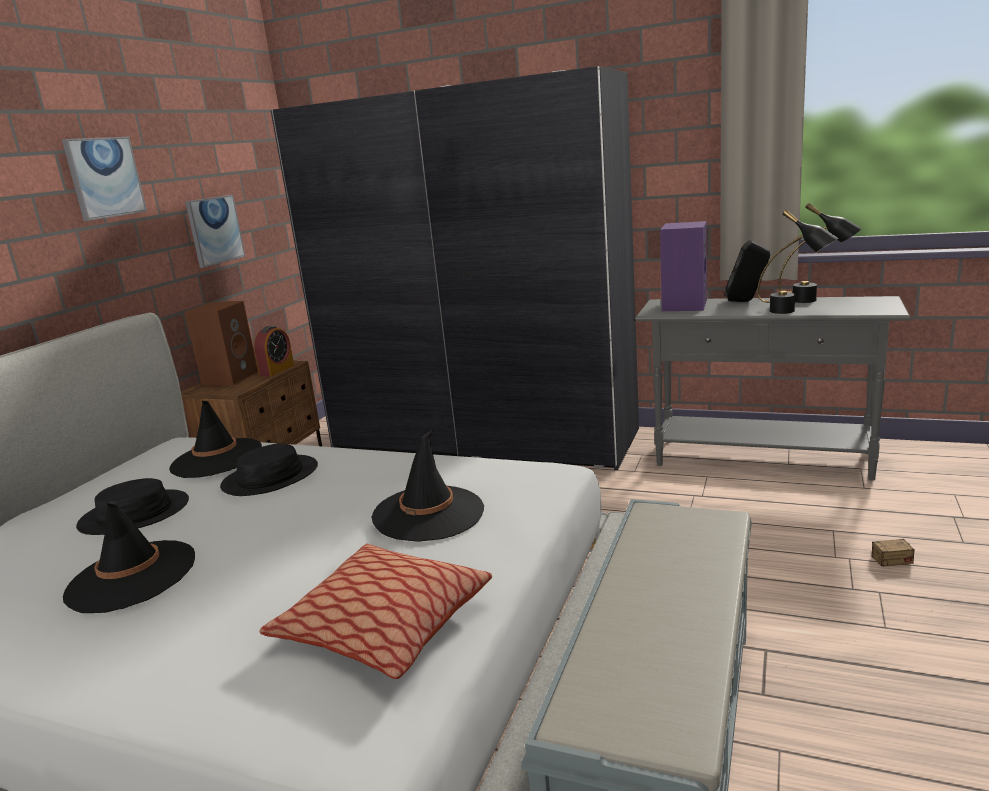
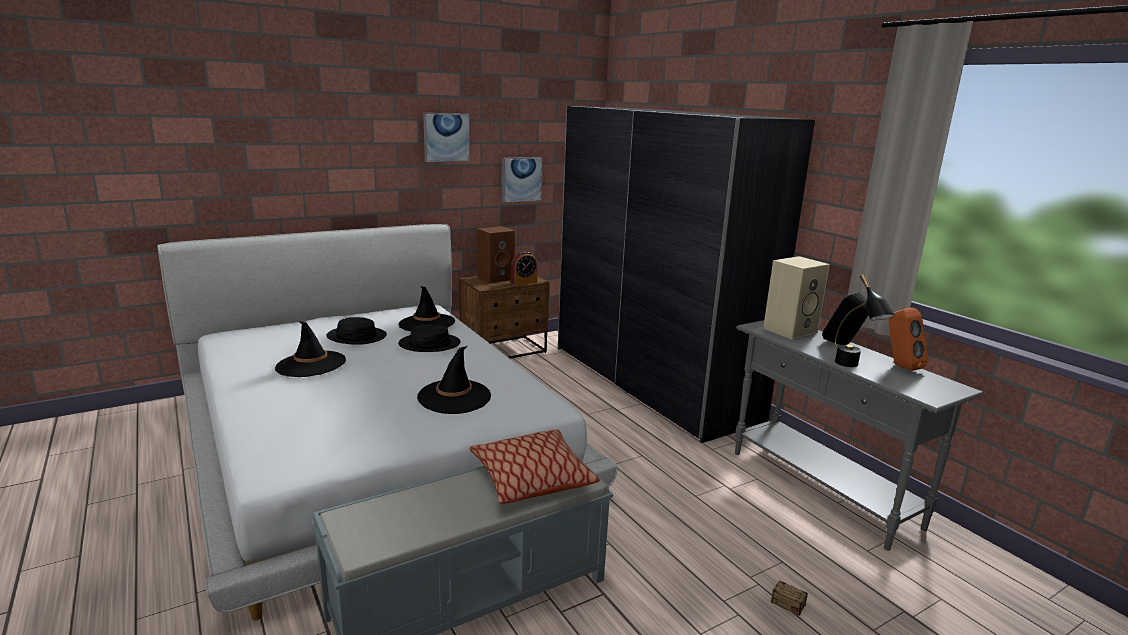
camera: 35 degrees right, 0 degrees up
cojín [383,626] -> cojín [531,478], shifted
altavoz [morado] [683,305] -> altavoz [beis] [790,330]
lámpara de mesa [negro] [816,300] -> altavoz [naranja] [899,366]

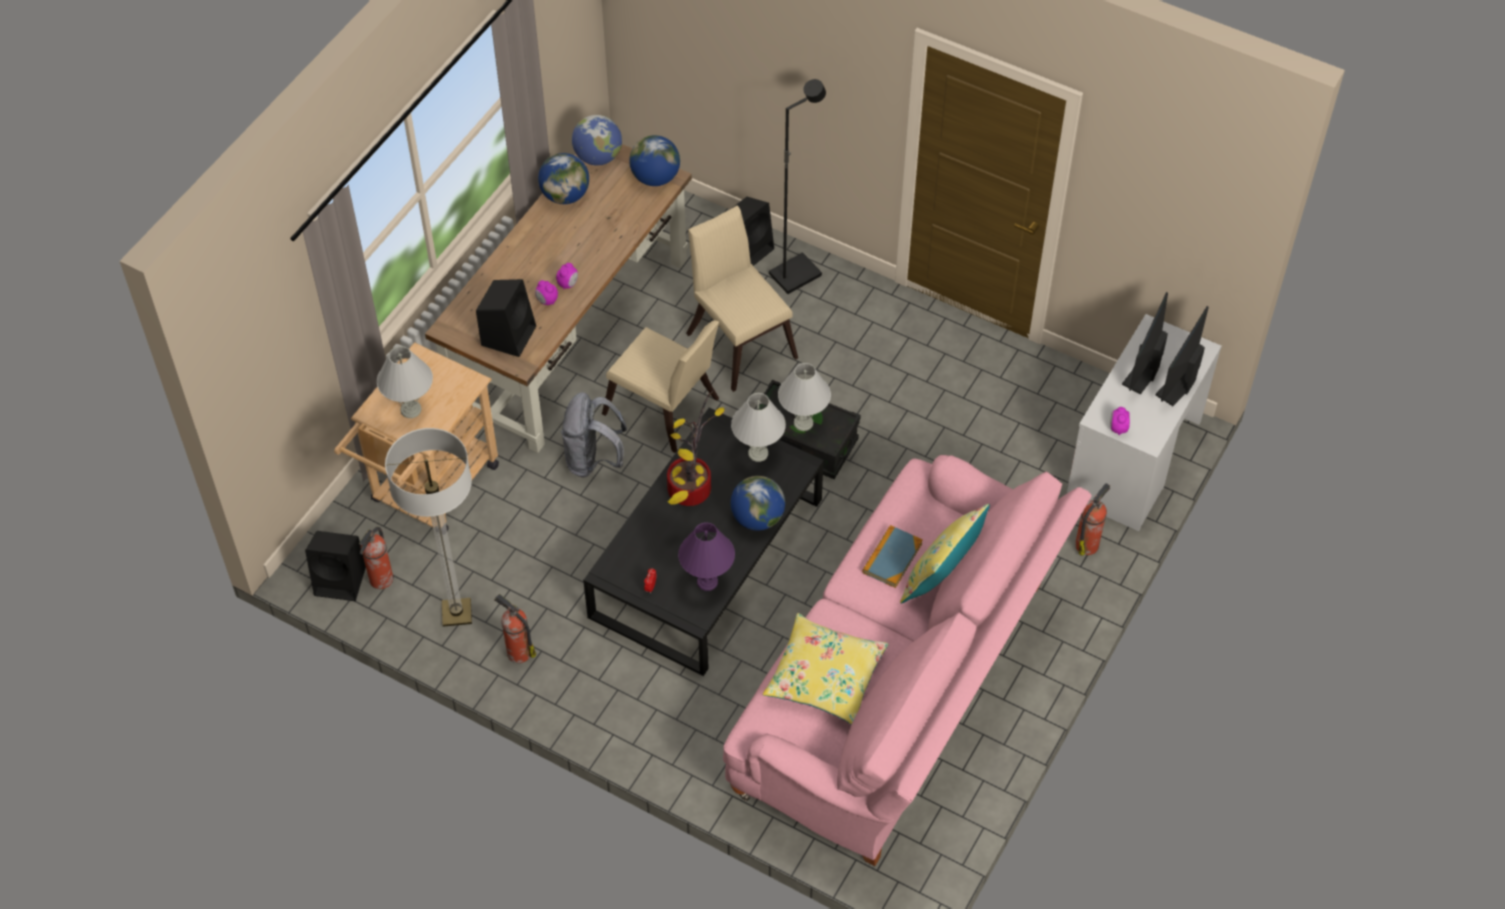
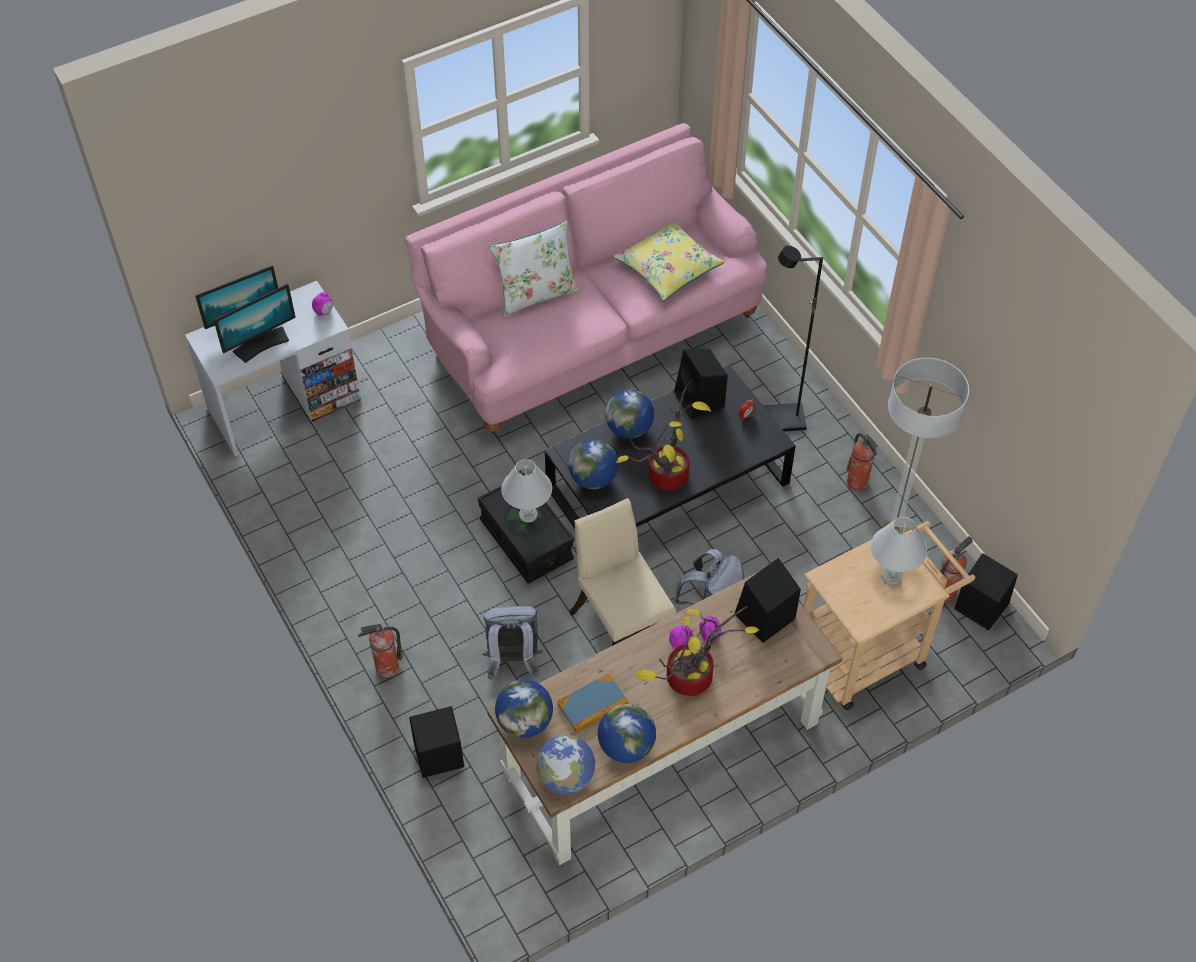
camera: 150 degrees left, 0 degrees up
extintor [1087,544] -> extintor [385,668], shifted
silla [beis] [739,340] -> mochila [gris] [513,661]
cojín [amarillo] [941,578] -> cojín [blanco] [536,294]
libro [892,558] -> libro [592,705], shifted
lámpara de mesa [blanco] [757,453] -> globo terráqueo [593,478]
none -> planta en maceta [688,681]
lámpara de mesa [morado] [706,582] -> altavoz [negro] [700,400]
lámpara de pie [negro] [795,274] -> lámpara de pie [negro] [783,420], shifted

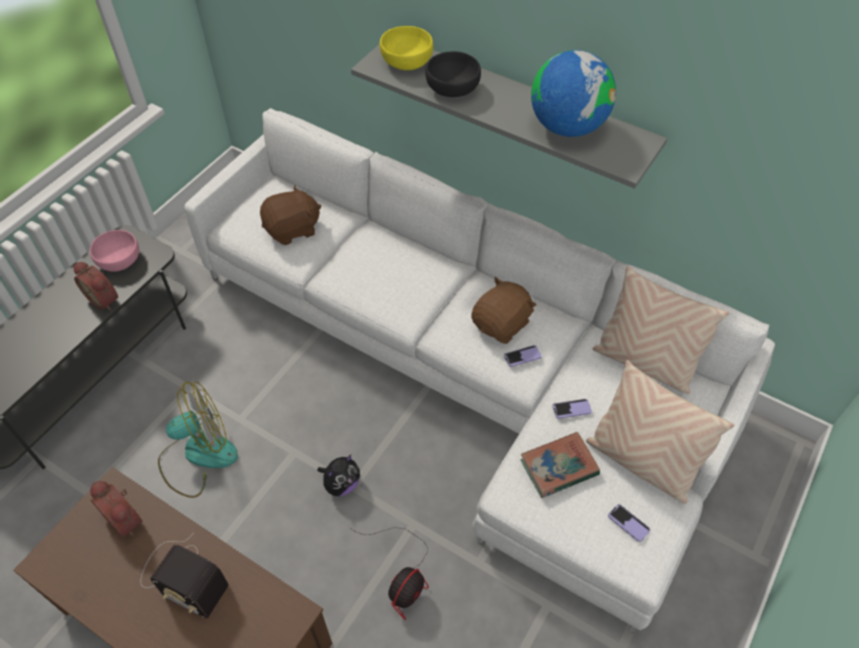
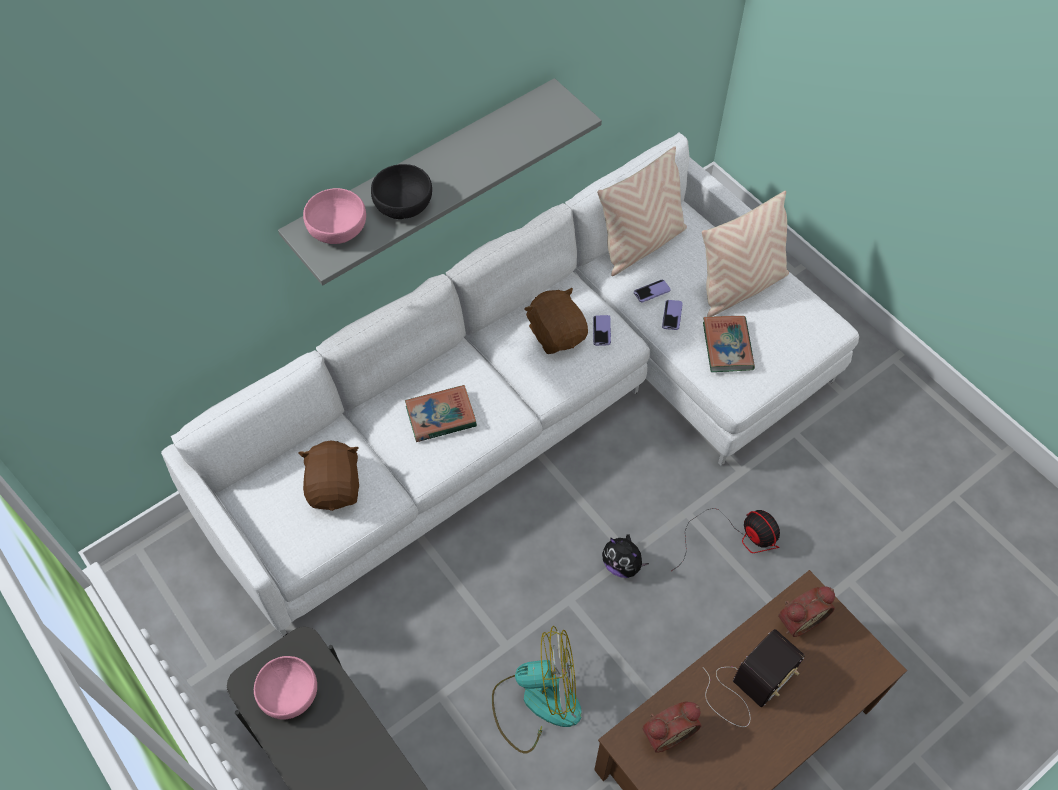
camera: 70 degrees left, 5 degrees up
cuenco [amarillo] [407,62] -> cuenco [rosa] [338,229]
none -> libro [441,416]
ventilador [198,455] -> ventilador [537,701], 90 degrees clockwise
peluche [341,484] -> peluche [622,564], 150 degrees clockwise
móvil [628,523] -> móvil [651,291], shifted
despertador [105,299] -> despertador [799,618], shifted
globo terráqueo [567,127] -> none

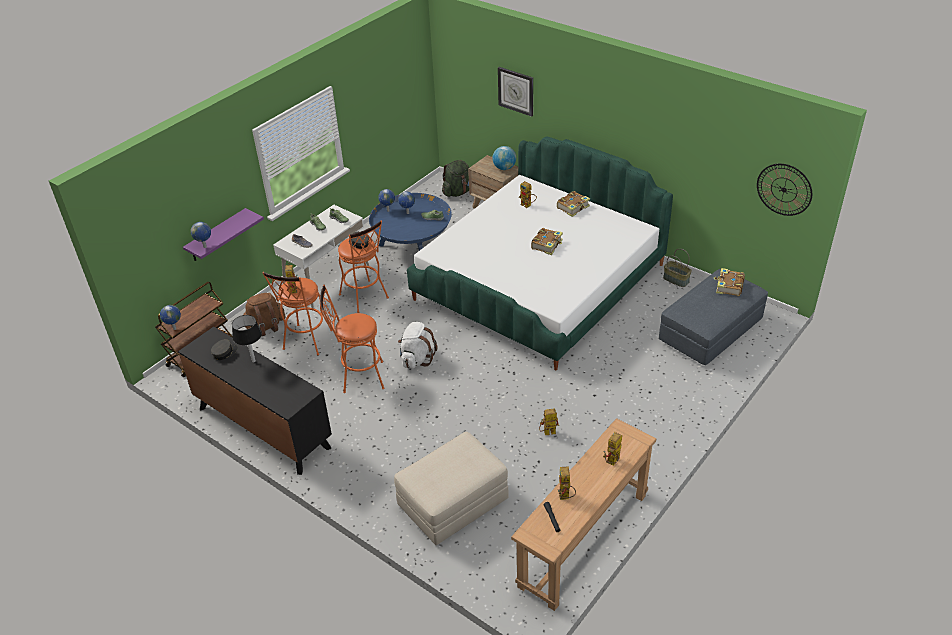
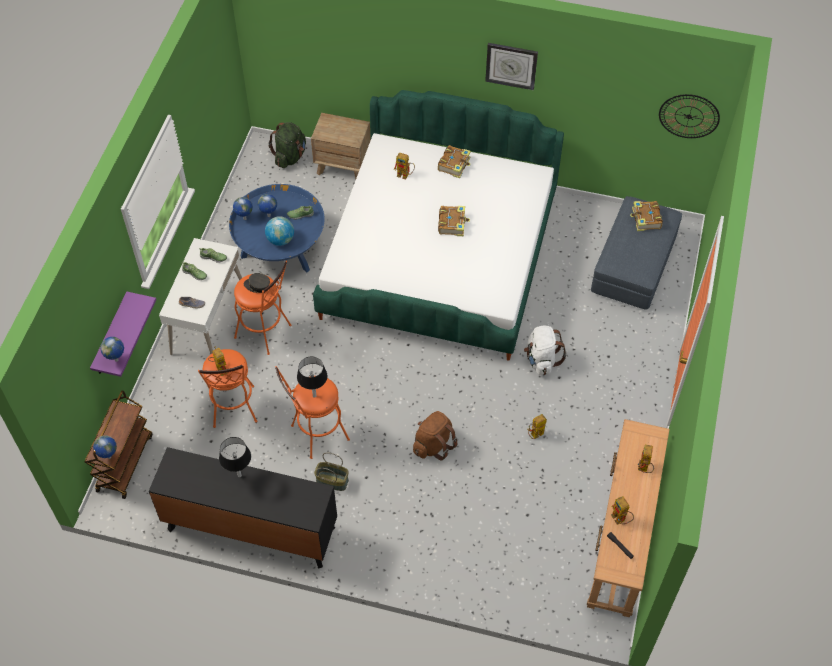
camera: 25 degrees left, 15 degrees up
globo terráqueo [504,168] -> globo terráqueo [280,240], shifted
none -> lámpara de mesa [negro] [314,396]
cesta [676,280] -> cesta [332,480], shifted
mochila [marrón] [266,326] -> mochila [marrón] [433,445], shifted
reloj de pared [516,91] -> reloj de pared [511,65], shifted
mochila [blanco] [416,359] -> mochila [blanco] [541,360], shifted
gorra [gris] [225,353] -> none
puf [beis] [452,503] -> none

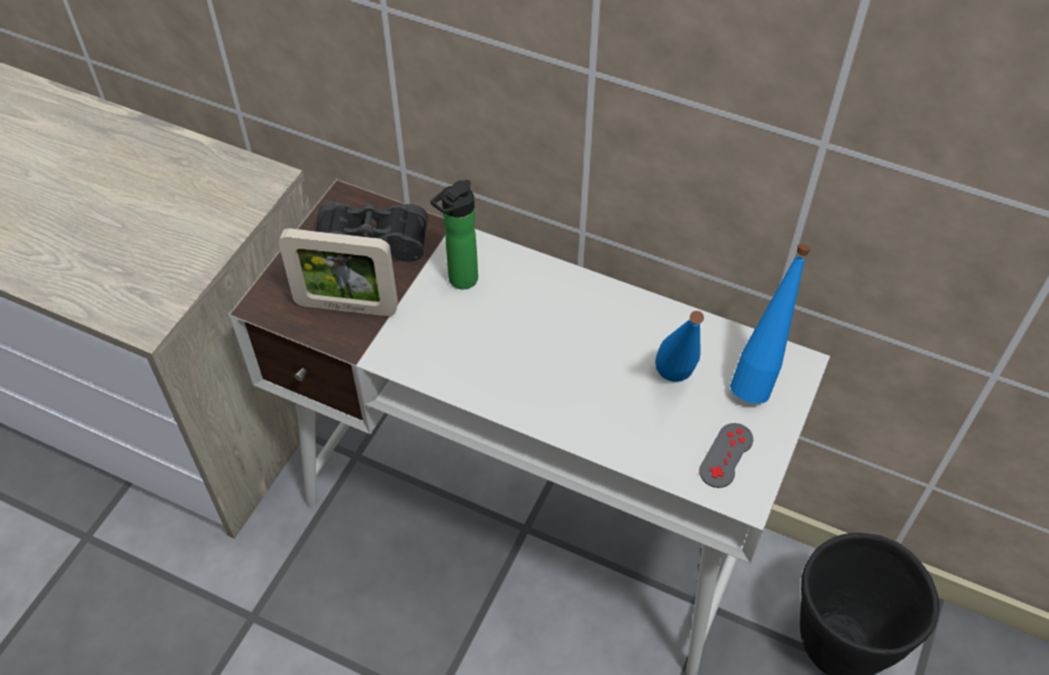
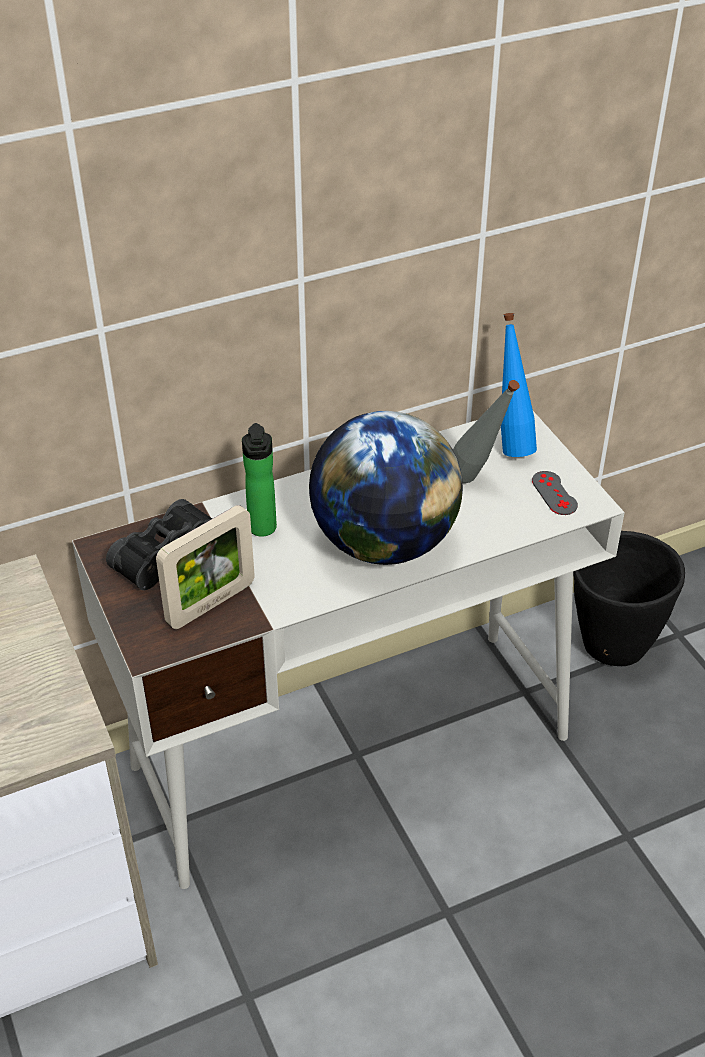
camera: 50 degrees left, 10 degrees down
none -> globo terráqueo [384,542]
botella [azul] [675,386] -> botella [gris] [476,482]

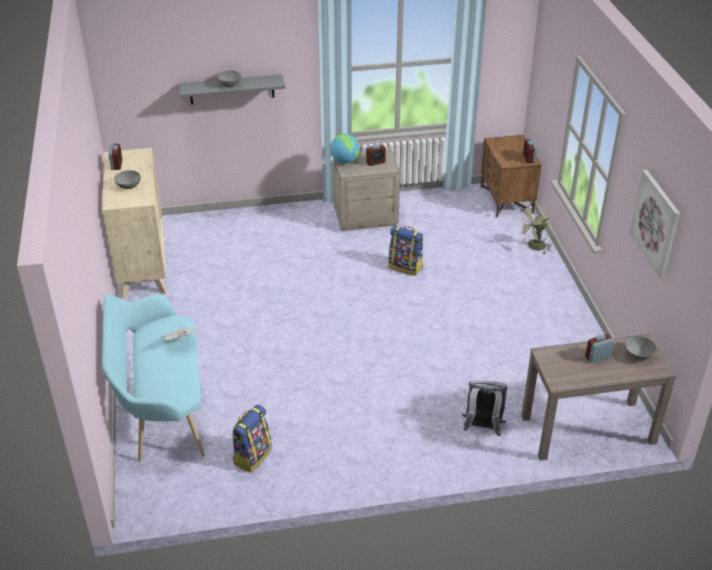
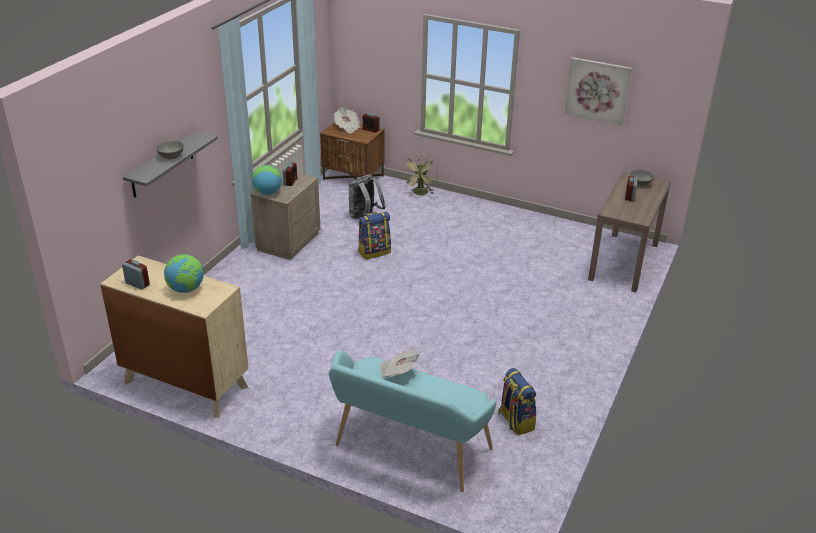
camera: 55 degrees left, 5 degrees down
cuenco [gris] [128,186] -> globo terráqueo [186,289]
none -> periódico [347,127]
mochila [gris] [482,428] -> mochila [gris] [364,217], shifted

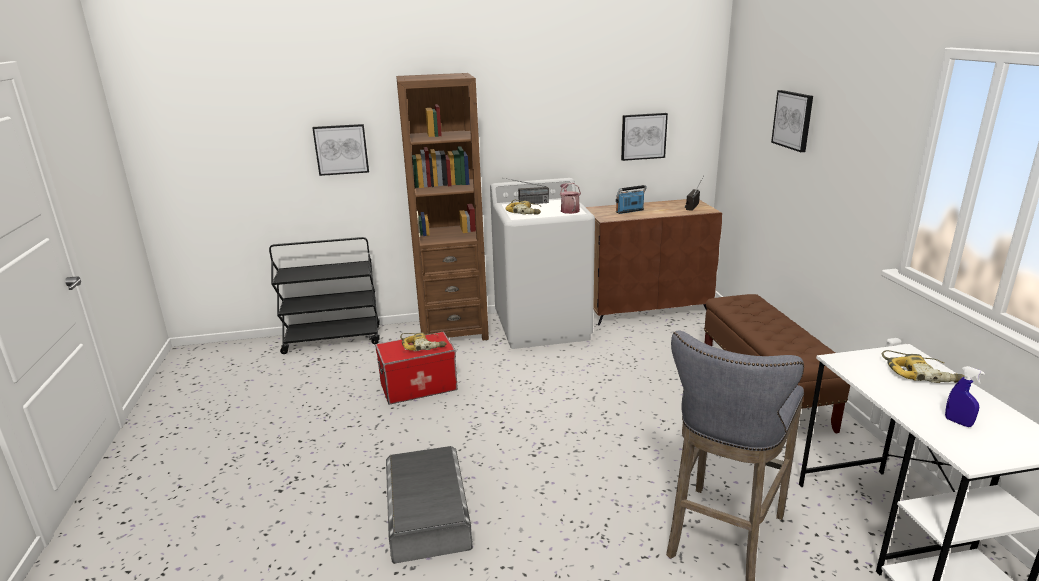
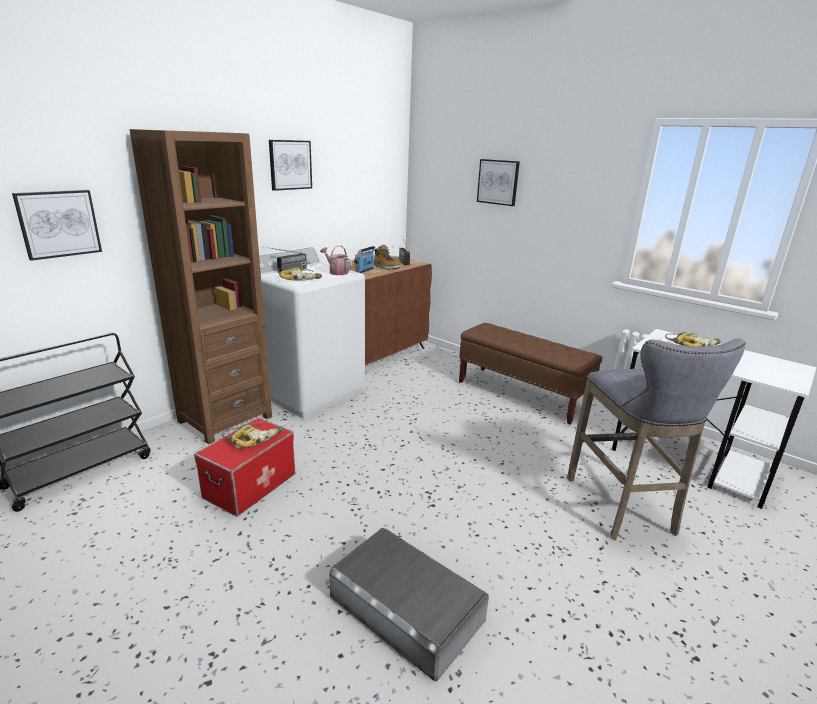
camera: 40 degrees left, 0 degrees up
cuadro [643,136] -> cuadro [290,165], shifted
none -> bota [386,267]
pulverizador [azul] [958,422] -> none

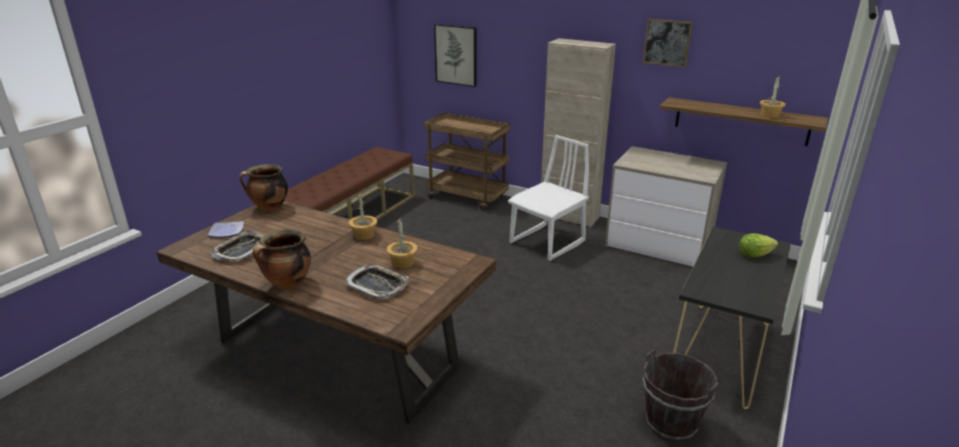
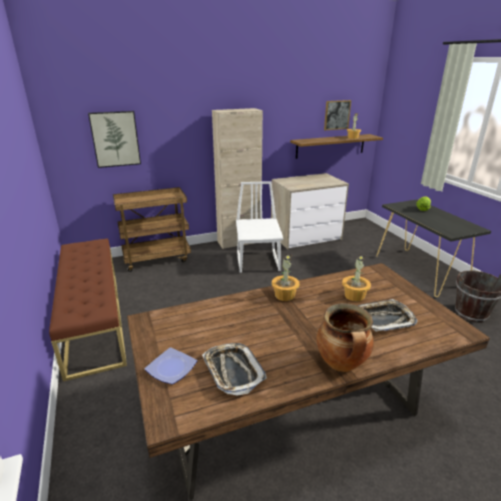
camera: 50 degrees left, 0 degrees up
cuadro [667,42] -> cuadro [337,115], shifted
olla [269,208] -> none

